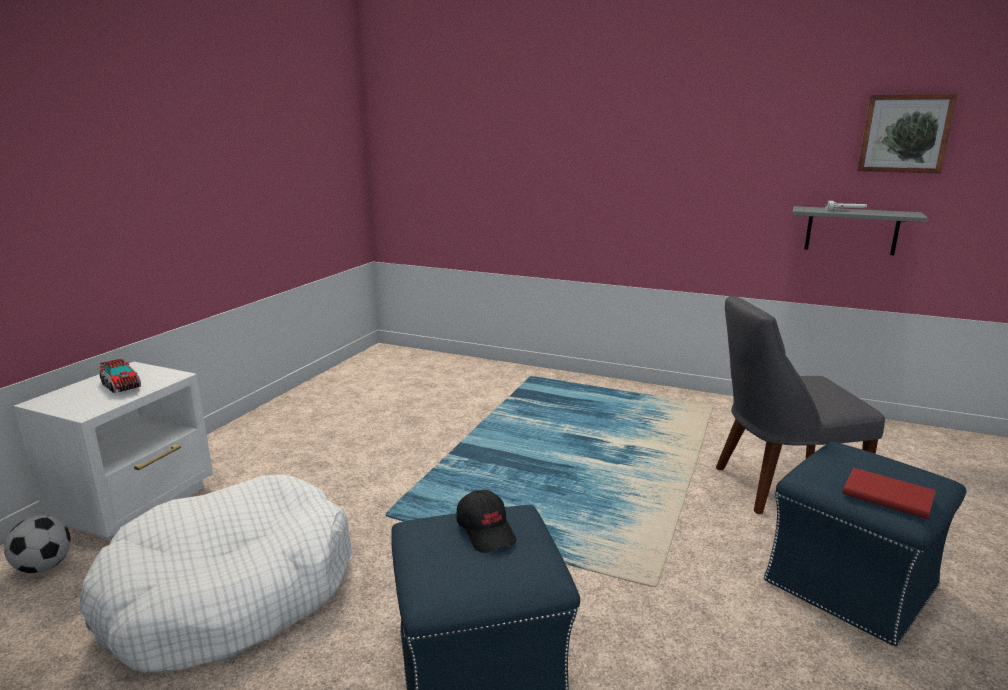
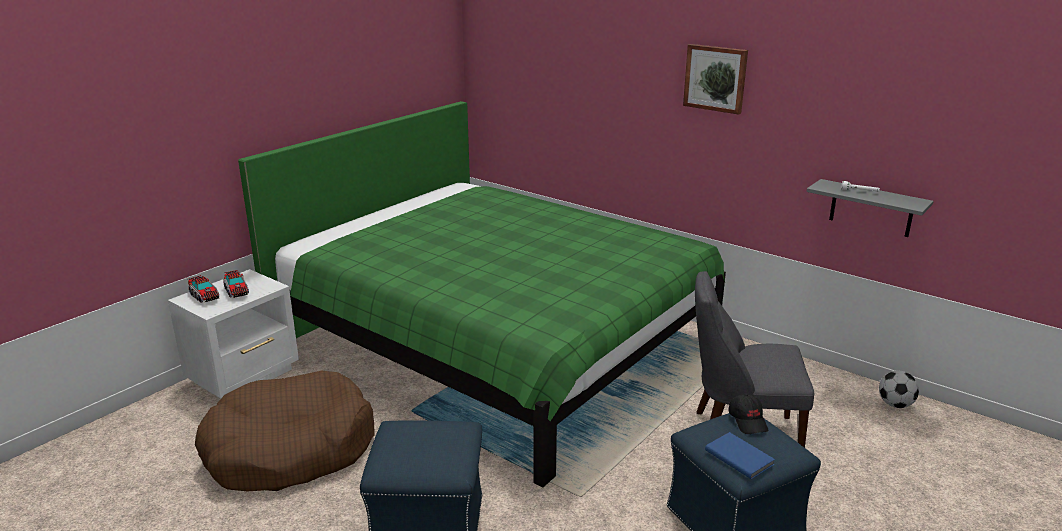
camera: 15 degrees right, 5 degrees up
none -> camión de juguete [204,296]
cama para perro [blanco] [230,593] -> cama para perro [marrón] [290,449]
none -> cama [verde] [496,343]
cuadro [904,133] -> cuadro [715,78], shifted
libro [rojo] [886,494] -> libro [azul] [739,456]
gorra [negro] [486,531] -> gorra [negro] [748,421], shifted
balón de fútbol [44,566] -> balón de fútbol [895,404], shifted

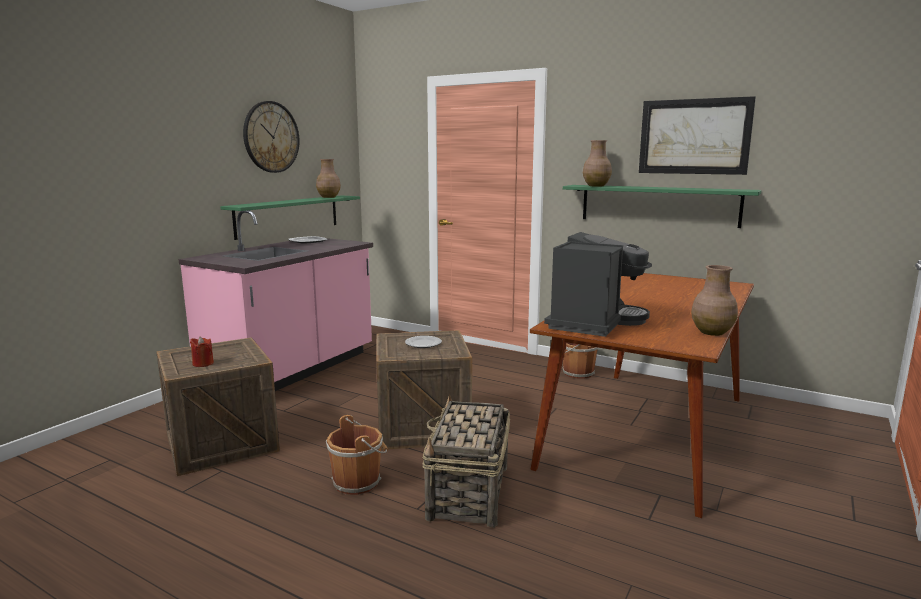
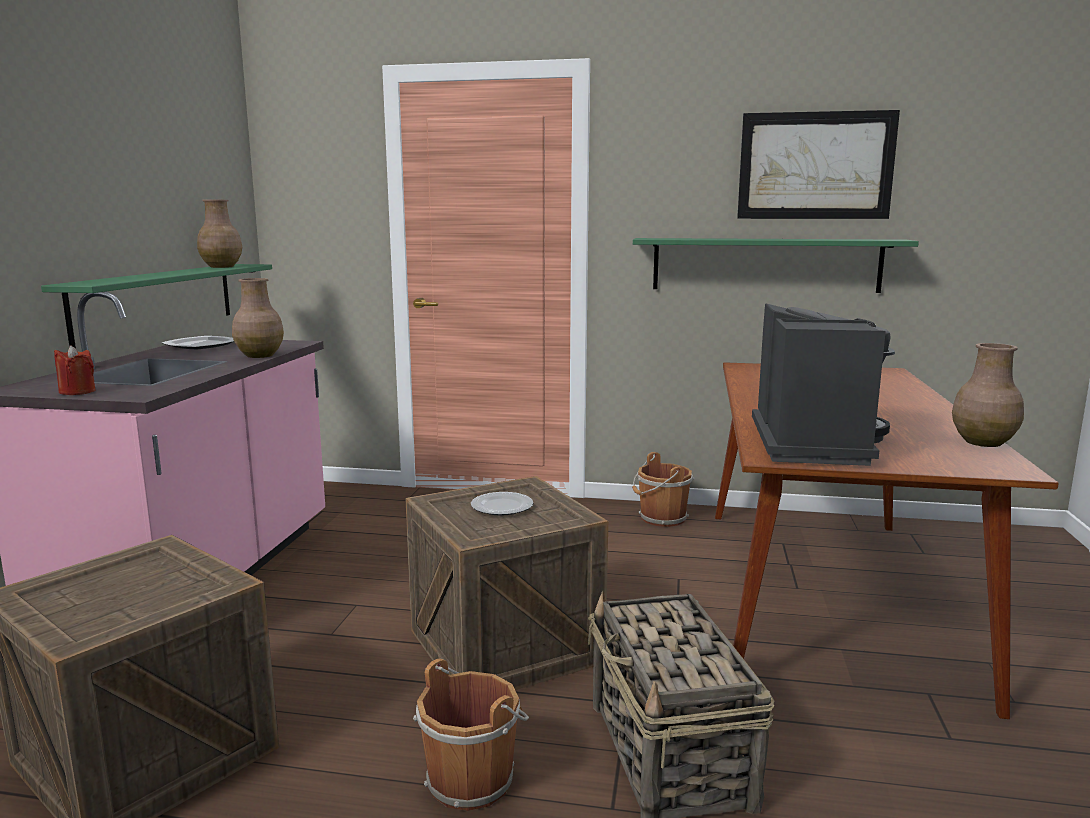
camera: 20 degrees left, 0 degrees up
vela [rojo] [203,363] -> vela [rojo] [77,392], shifted
florero [marrón] [595,186] -> florero [marrón] [259,355], shifted
reloj de pared [271,137] -> none

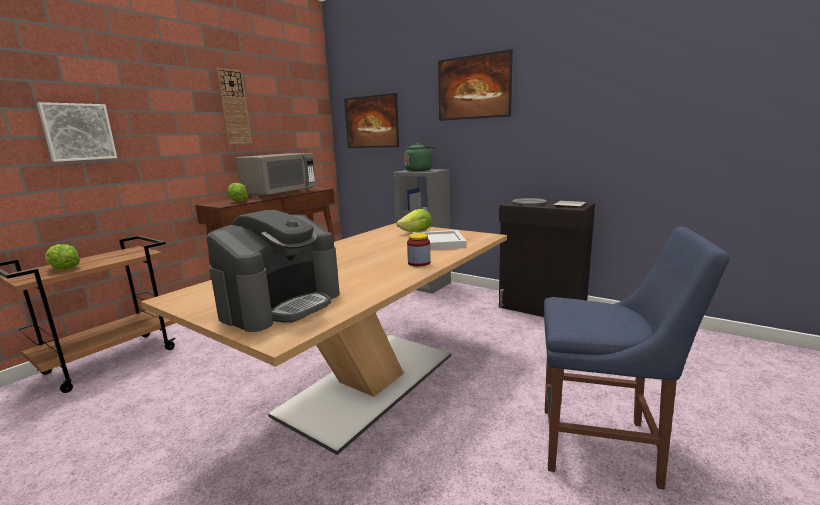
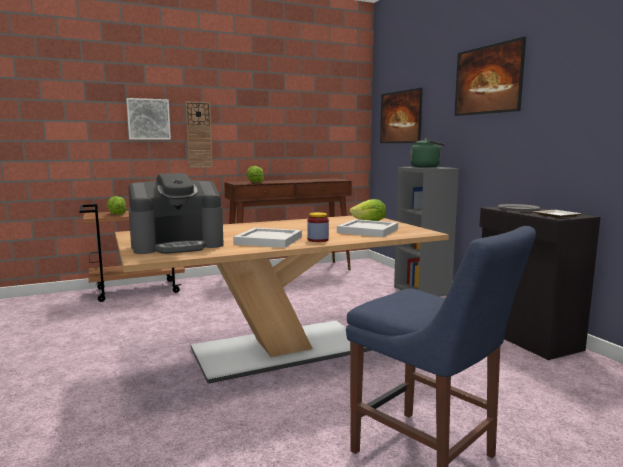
camera: 30 degrees right, 5 degrees down
reloj de pared [234,107] -> reloj de pared [199,135], shifted
none -> bandeja [blanco] [268,240]
microondas [gris] [280,193] -> none

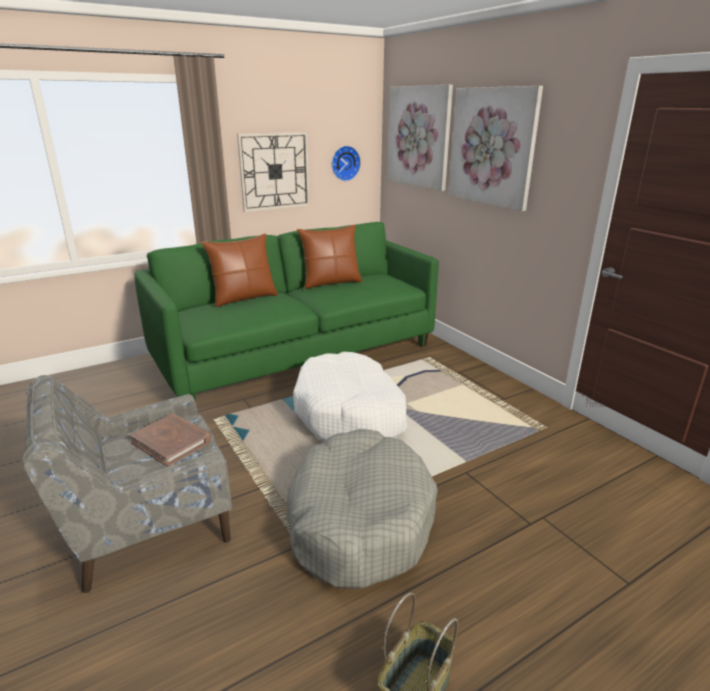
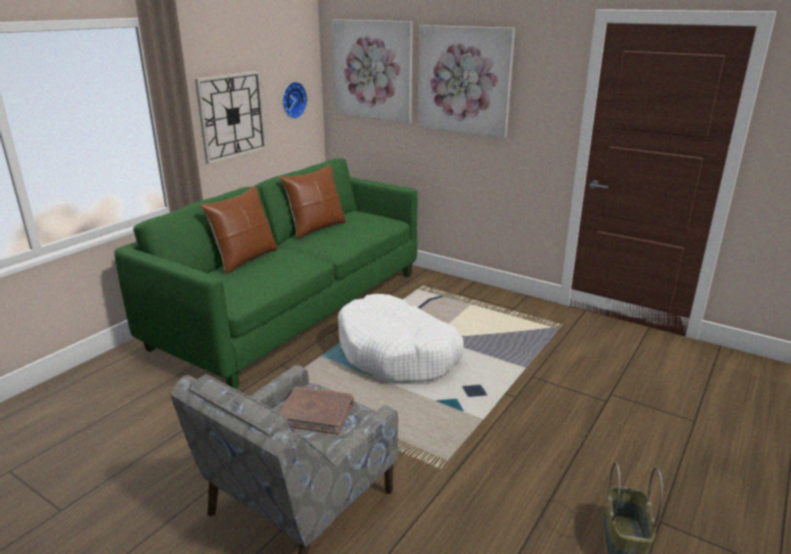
camera: 25 degrees left, 0 degrees up
cama para perro [gris] [358,520] -> none

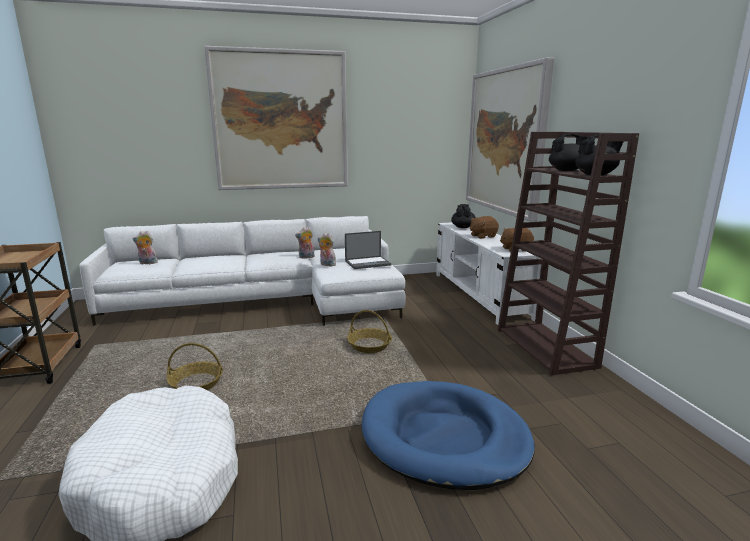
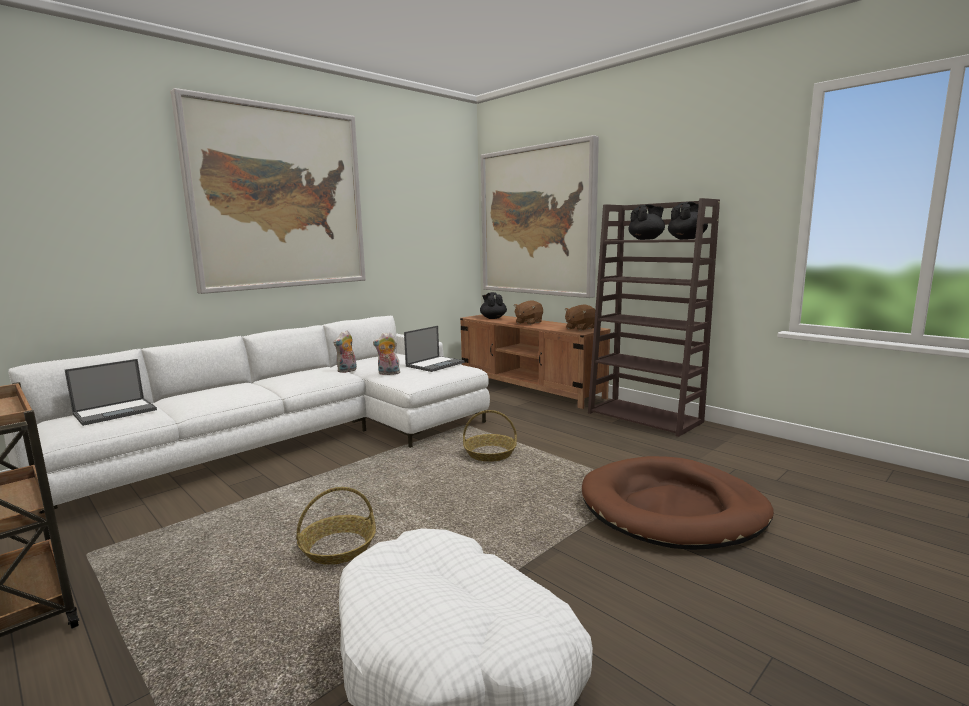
camera: 30 degrees left, 5 degrees down
peluche [147,263] -> portátil [116,412]
mueble de televisión [blanco] [479,295] -> mueble de televisión [marrón] [529,387]
cama para perro [azul] [444,437] -> cama para perro [marrón] [672,508]

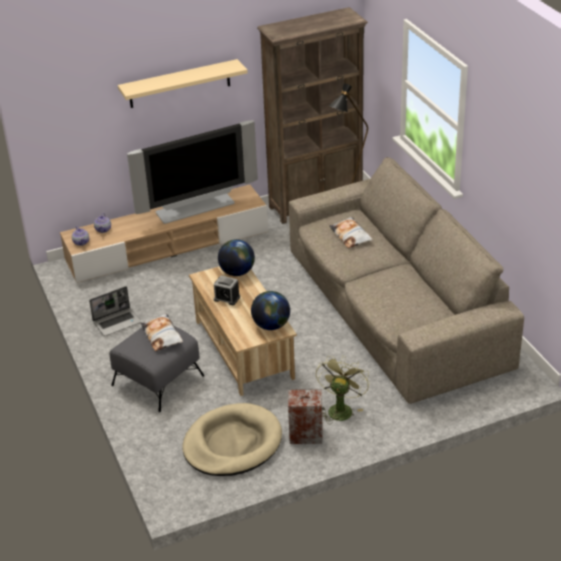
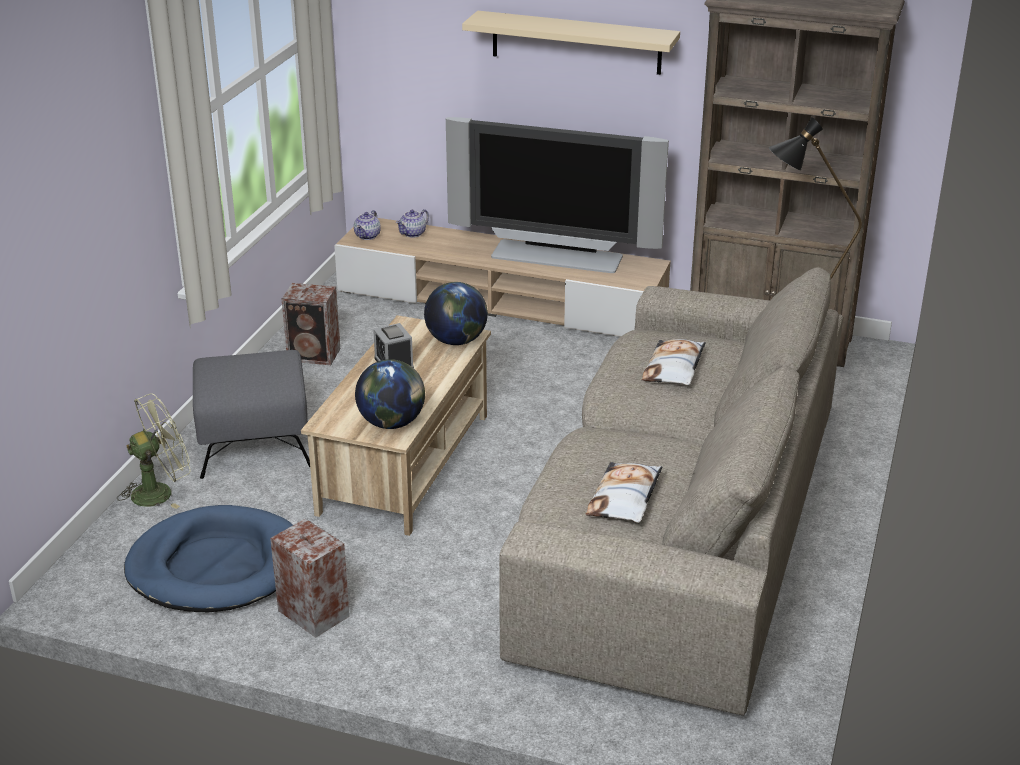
camera: 40 degrees right, 5 degrees down
ventilador [verde] [340,408] -> ventilador [verde] [160,491], shifted
cama para perro [beis] [232,444] -> cama para perro [azul] [215,566]
portátil [117,322] -> altavoz [315,355]
cojín [162,335] -> cojín [625,498], shifted

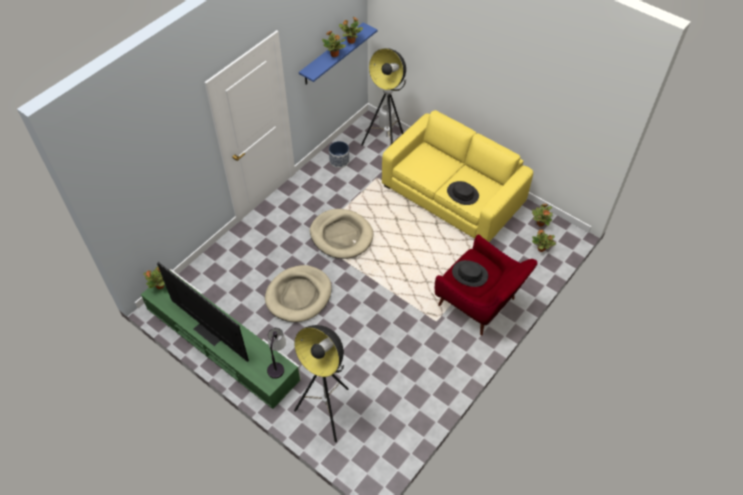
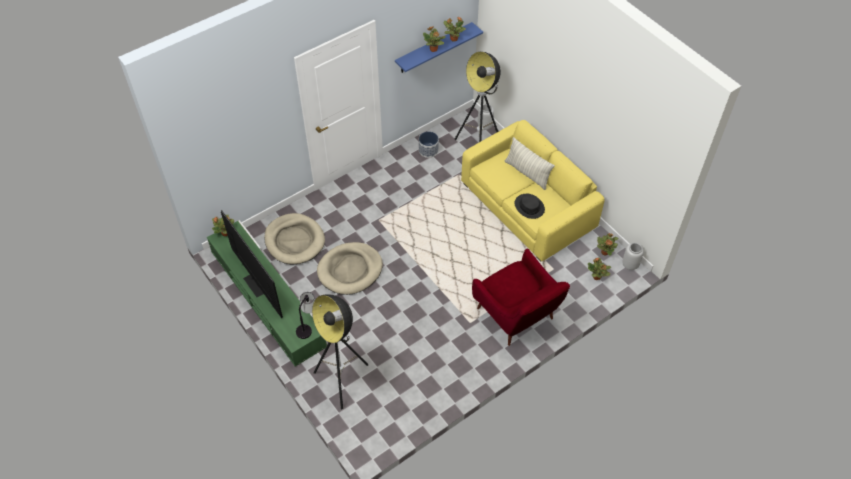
camera: 15 degrees right, 0 degrees up
cama para perro [beis] [341,235] -> cama para perro [beis] [294,240], shifted
none -> cojín [527,173]
none -> florero [gris] [630,265]
sombrero [negro] [470,274] -> none

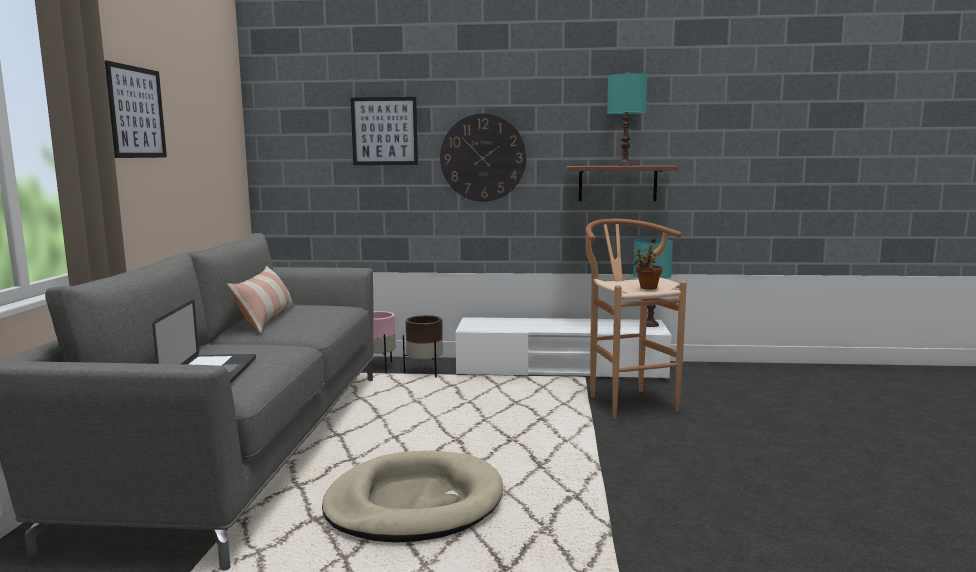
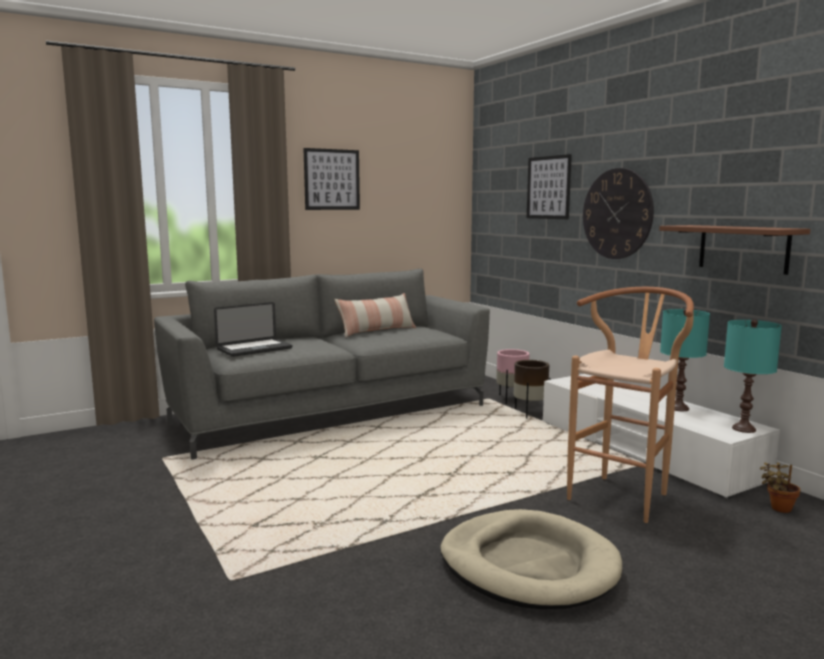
camera: 55 degrees right, 0 degrees up
cama para perro [beis] [414,503] -> cama para perro [beis] [528,565], shifted
lámpara de mesa [turquesa] [625,165] -> lámpara de mesa [turquesa] [679,408], shifted
planta en maceta [647,288] -> planta en maceta [778,508], shifted

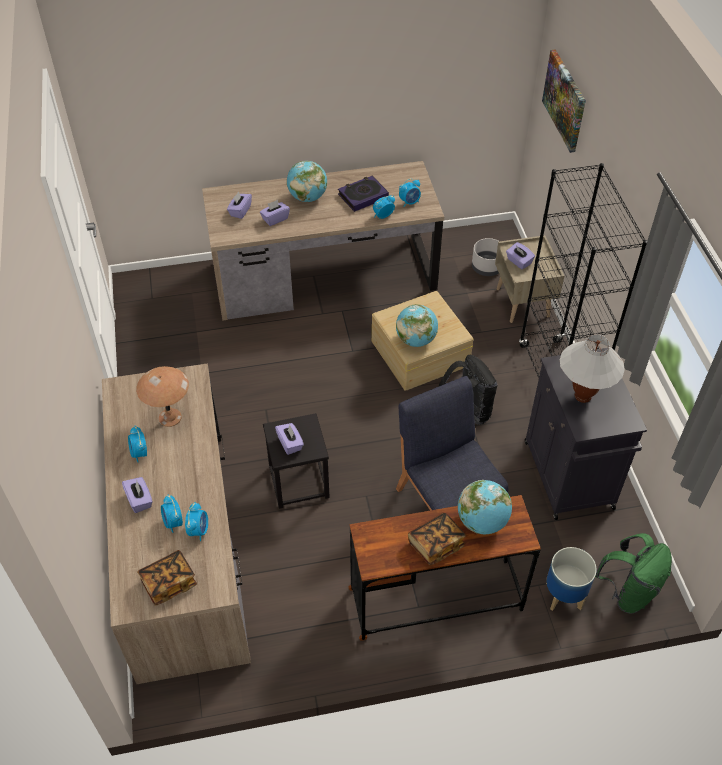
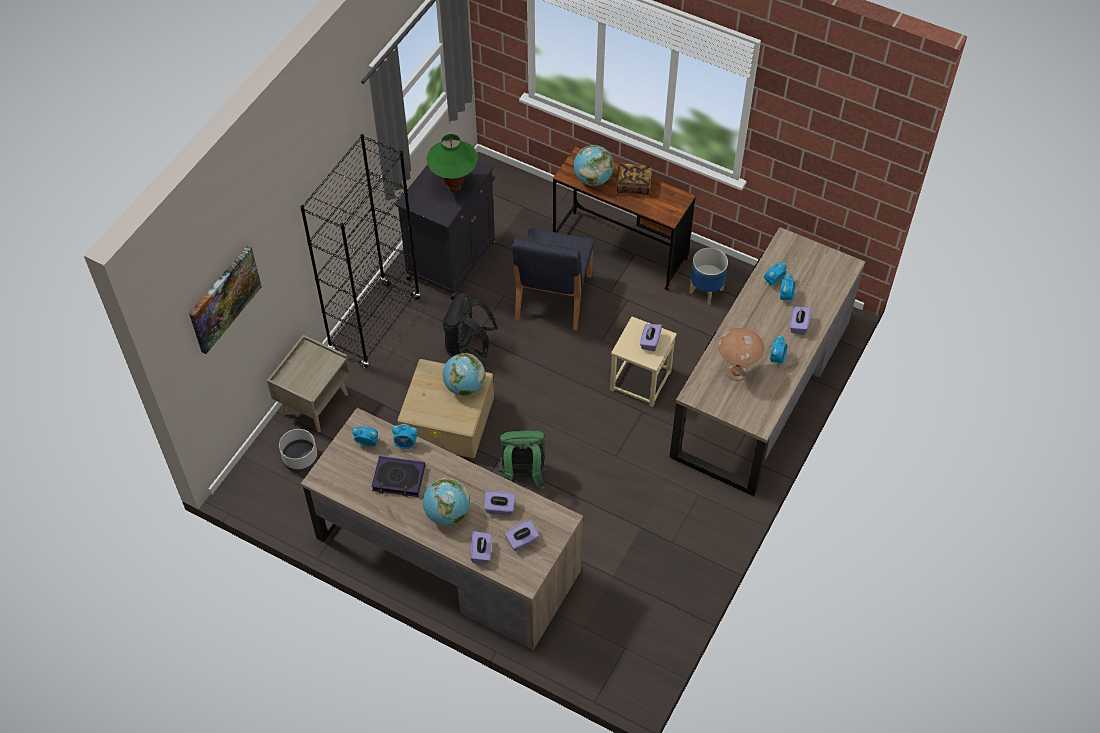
camera: 140 degrees left, 5 degrees up
lámpara de mesa [blanco] [582,396] -> lámpara de mesa [verde] [454,186]
caja de pañuelos [morado] [518,262] -> caja de pañuelos [morado] [481,552], shifted
mochila [verde] [628,591] -> mochila [verde] [522,477], shifted
taburete [negro] [299,482] -> taburete [beis] [640,380]
maceta [564,596] -> maceta [706,290], shifted
libro [169,583] -> none

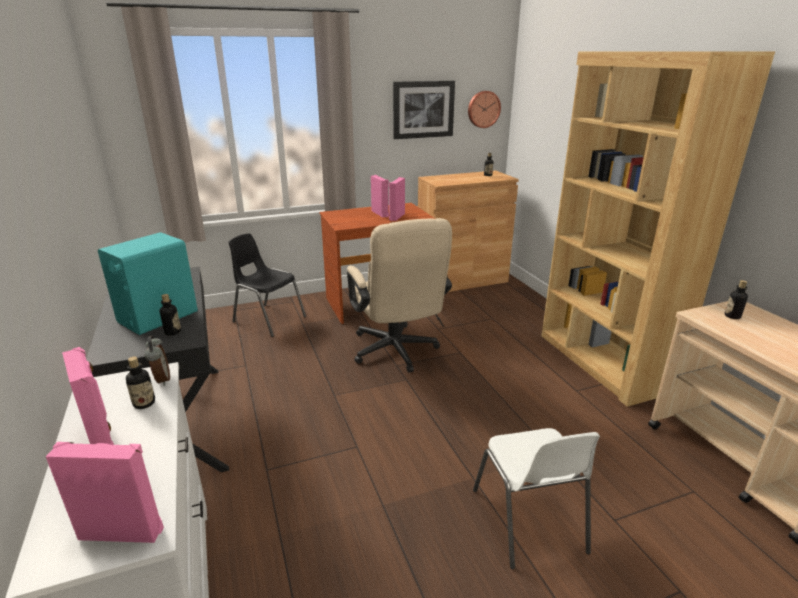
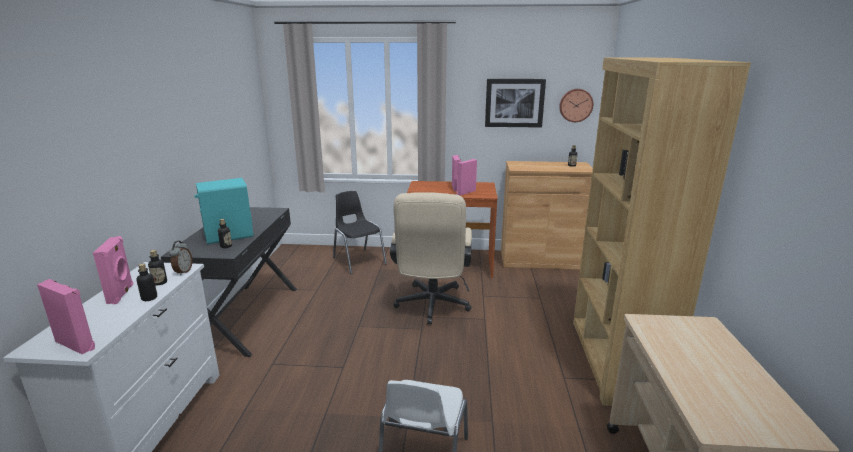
camera: 25 degrees right, 5 degrees down
botella [732,316] -> botella [149,298], shifted

